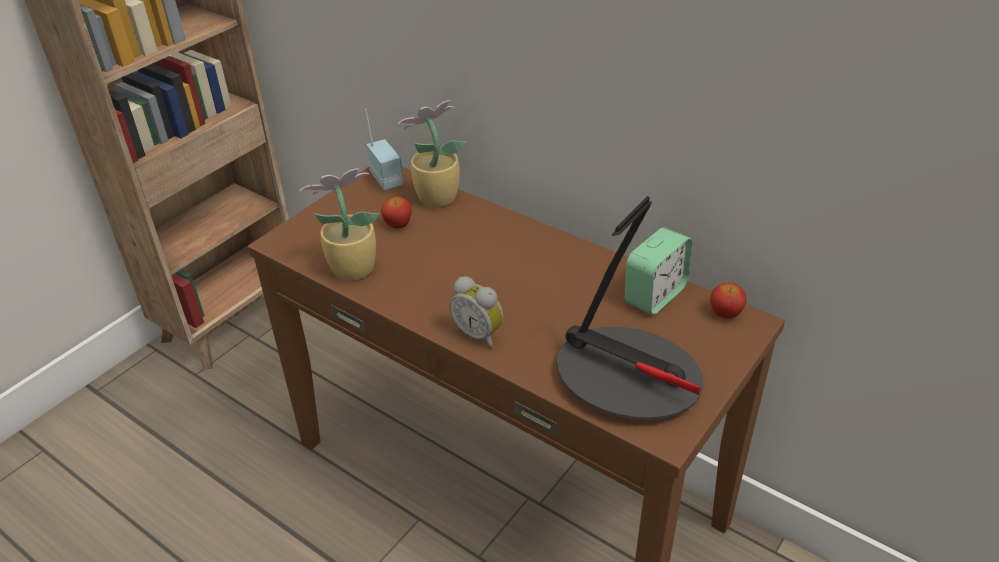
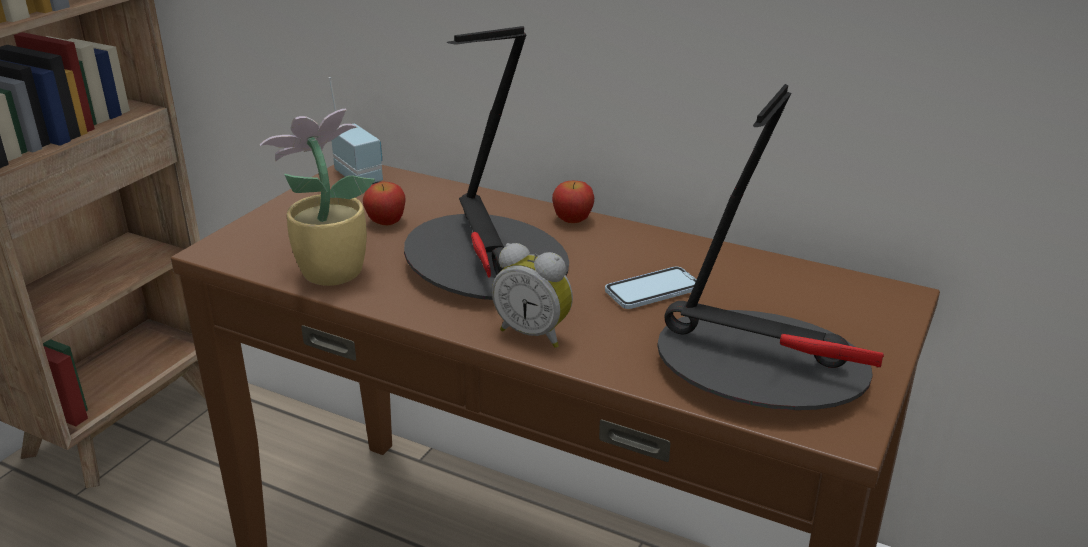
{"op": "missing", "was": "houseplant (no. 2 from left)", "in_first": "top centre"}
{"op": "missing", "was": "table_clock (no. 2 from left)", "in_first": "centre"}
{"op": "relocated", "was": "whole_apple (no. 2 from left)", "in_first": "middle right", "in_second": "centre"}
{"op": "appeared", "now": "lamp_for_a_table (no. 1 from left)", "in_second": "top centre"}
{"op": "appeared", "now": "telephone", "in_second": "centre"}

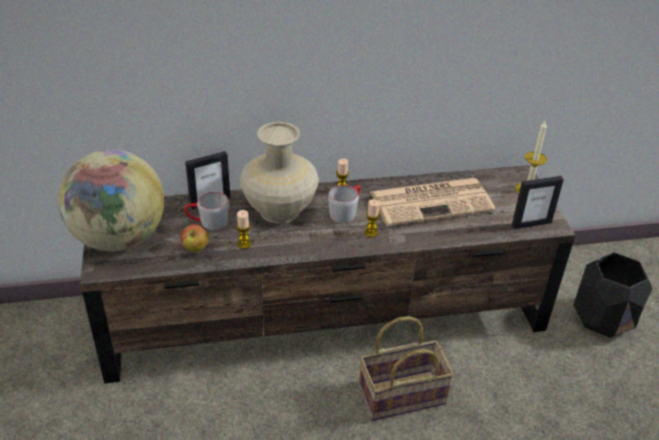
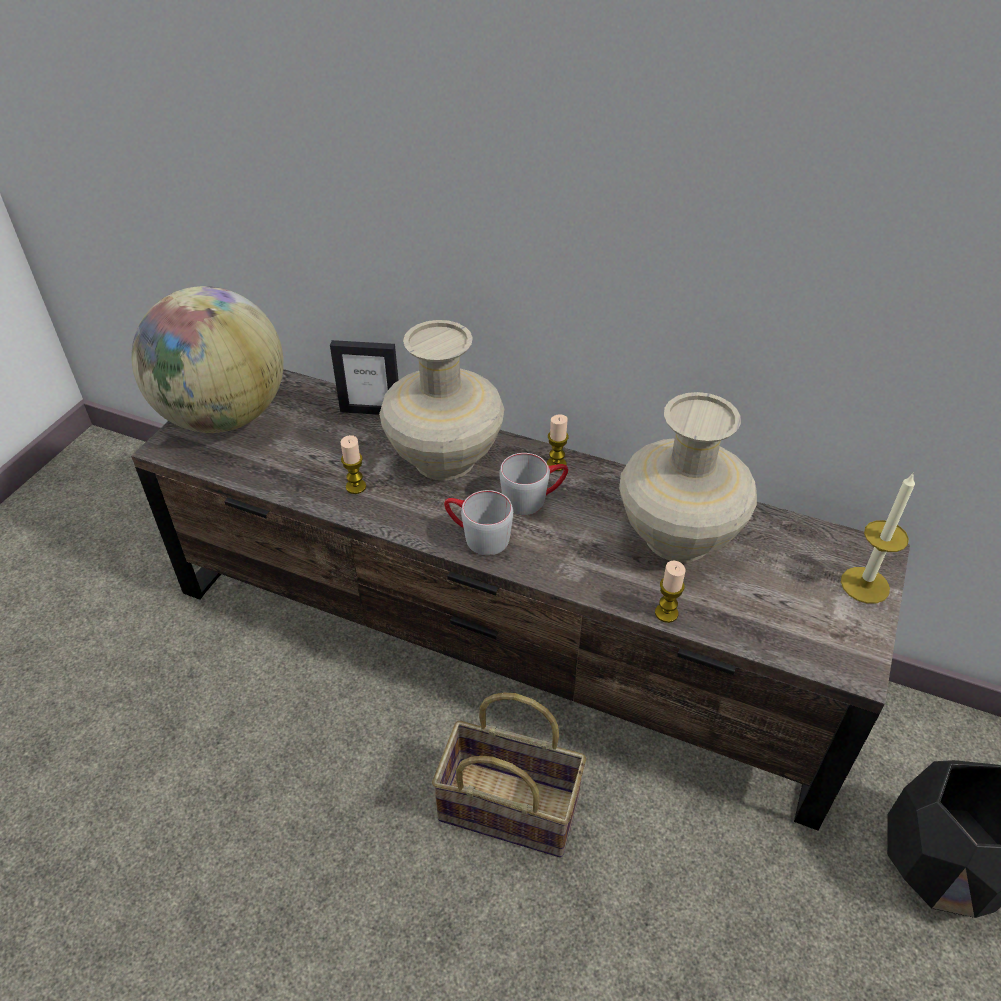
{"op": "missing", "was": "whole_apple", "in_first": "middle left"}
{"op": "relocated", "was": "gray_tea_mug (no. 1 from left)", "in_first": "middle left", "in_second": "centre"}
{"op": "relocated", "was": "candle (no. 3 from left)", "in_first": "centre", "in_second": "middle right"}
{"op": "exchanged", "was": "daily_paper", "now": "beige-coloured_vase (no. 2 from left)", "in_first": "centre", "in_second": "middle right"}
{"op": "missing", "was": "photo_frame (no. 2 from left)", "in_first": "middle right"}

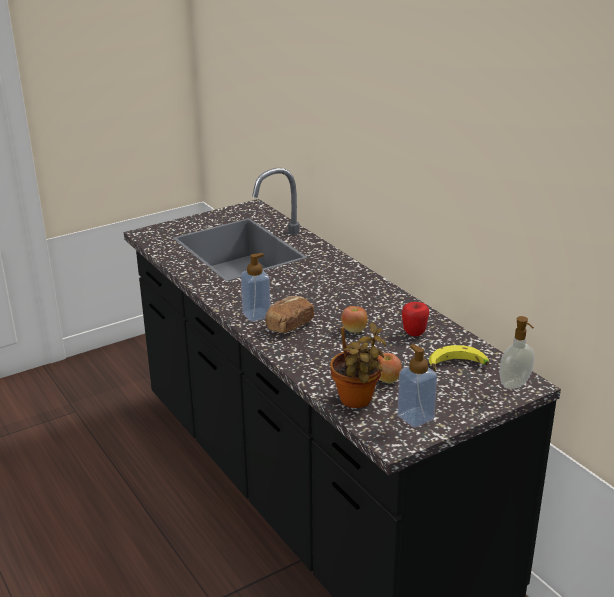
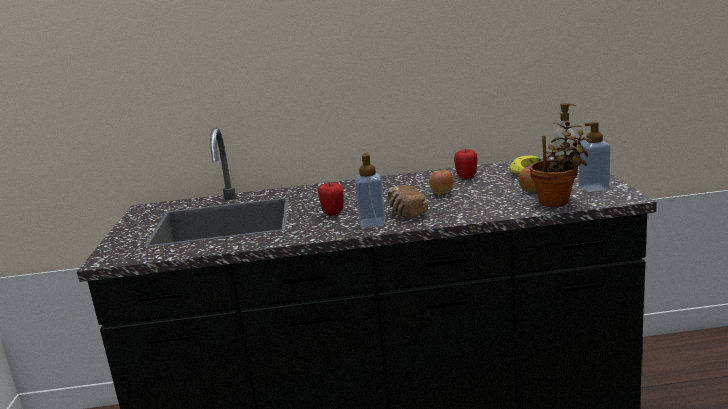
{"op": "appeared", "now": "whole_apple (no. 1 from left)", "in_second": "centre"}

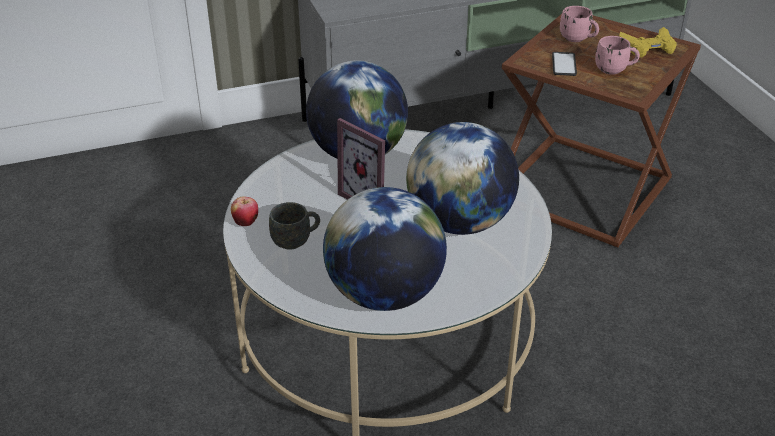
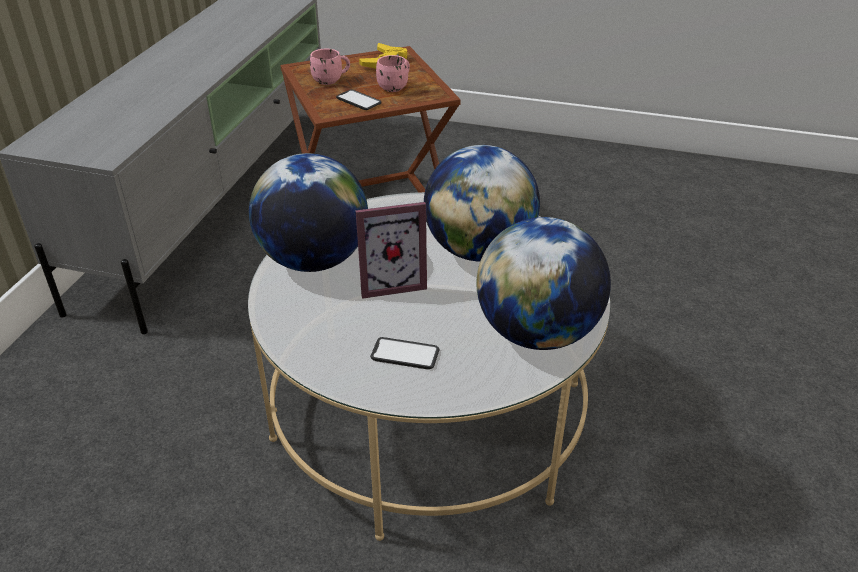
{"op": "missing", "was": "whole_apple", "in_first": "middle left"}
{"op": "exchanged", "was": "gray_tea_mug", "now": "telephone (no. 2 from left)", "in_first": "centre", "in_second": "centre"}

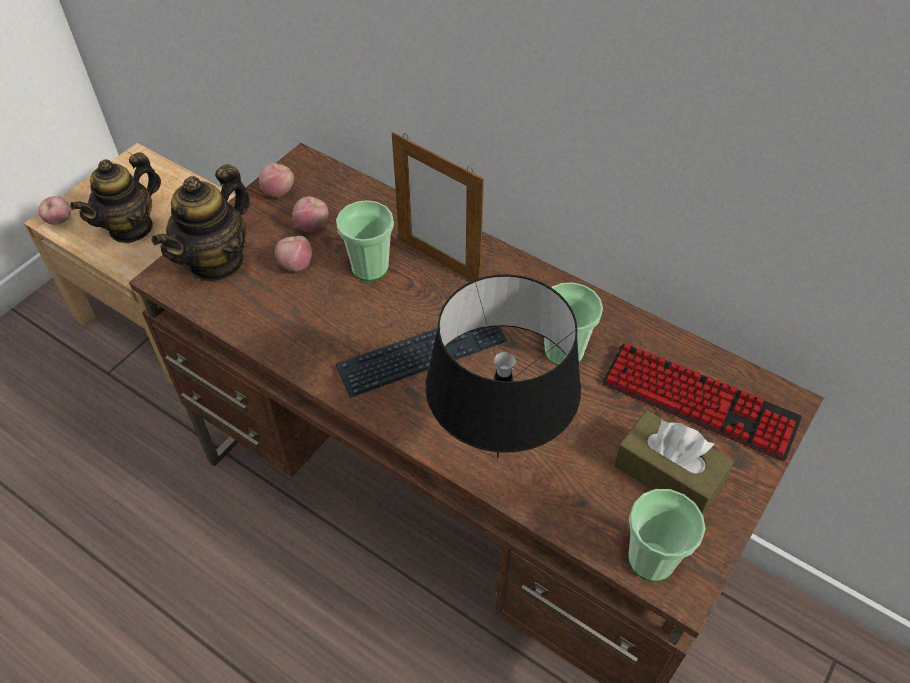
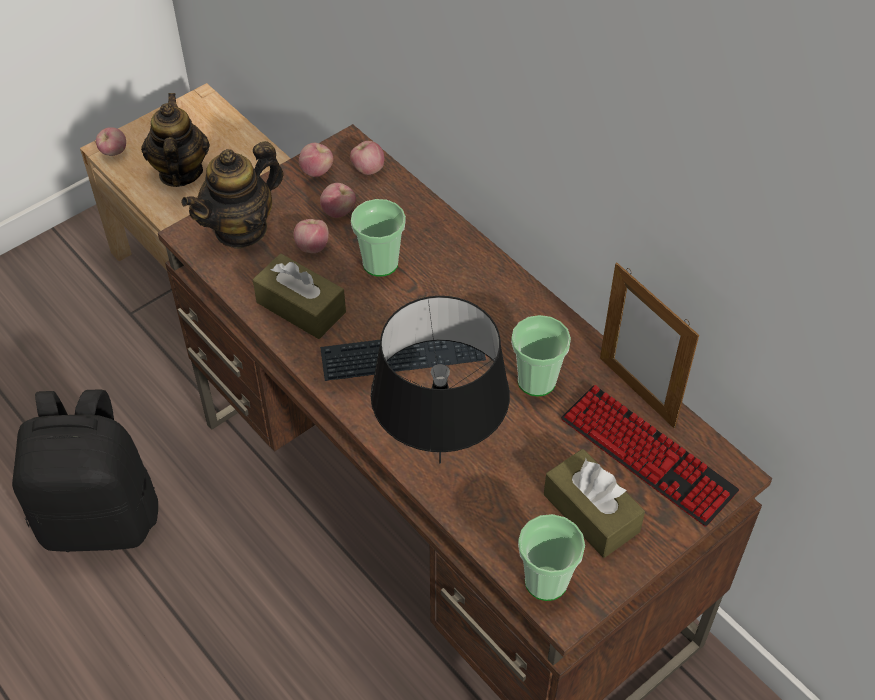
{"op": "spun", "was": "teapot (no. 1 from left)", "in_first": "top left", "in_second": "top left", "clockwise": 120}
{"op": "relocated", "was": "photo_frame", "in_first": "top centre", "in_second": "middle right"}
{"op": "appeared", "now": "blackish_rucksack", "in_second": "bottom left"}
{"op": "appeared", "now": "brown_box_of_tissues (no. 1 from left)", "in_second": "centre"}
{"op": "appeared", "now": "whole_apple (no. 5 from left)", "in_second": "top centre"}

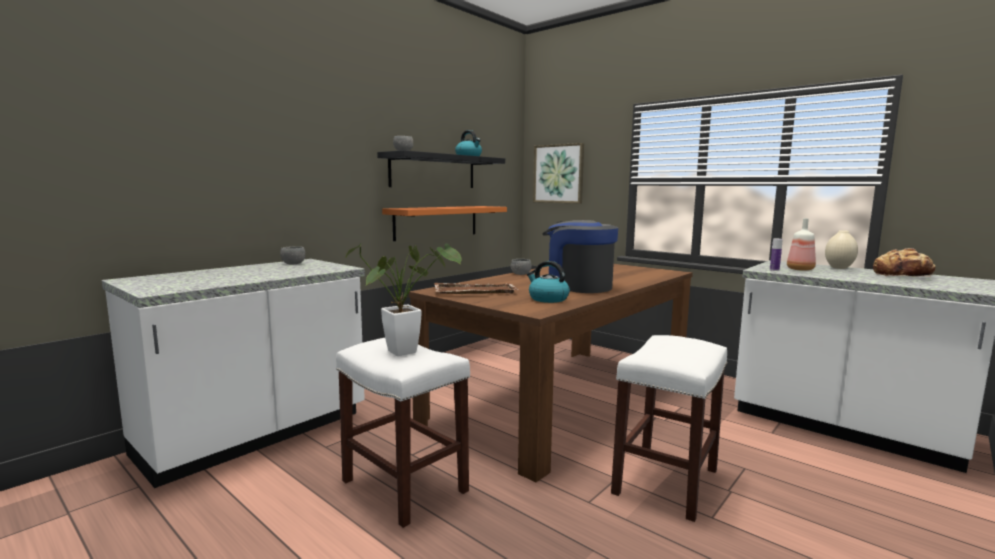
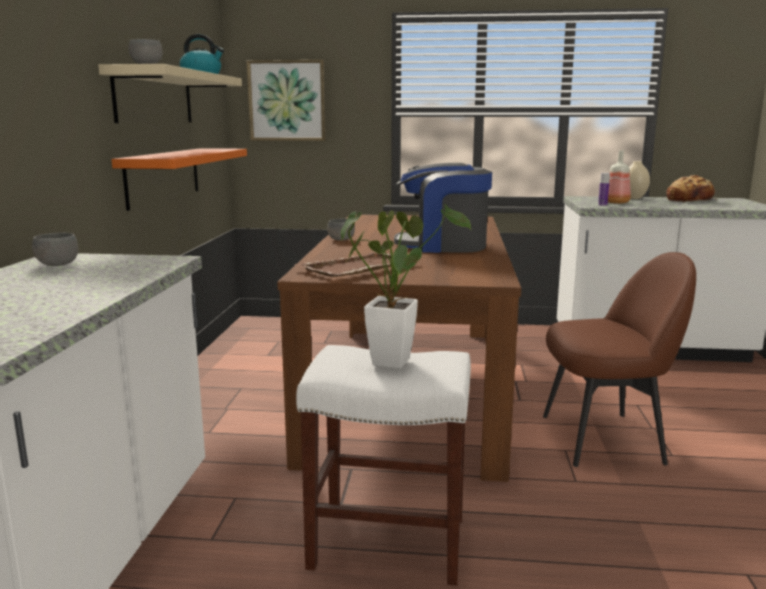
{"op": "colour", "was": "blackish_wall_shelf", "now": "beige-coloured_wall_shelf", "in_first": "top centre", "in_second": "top left"}
{"op": "missing", "was": "water_kettle (no. 2 from left)", "in_first": "centre"}
{"op": "exchanged", "was": "whitish_stool_seat (no. 2 from left)", "now": "brown_upright_chair", "in_first": "bottom right", "in_second": "middle right"}

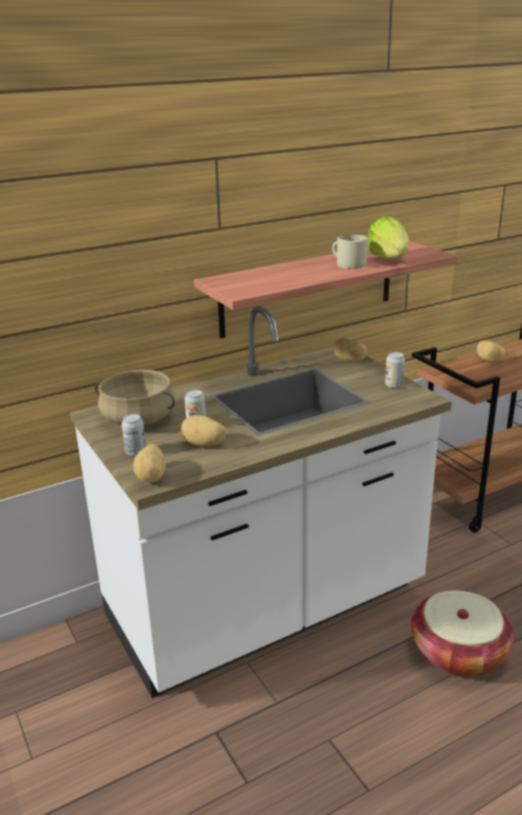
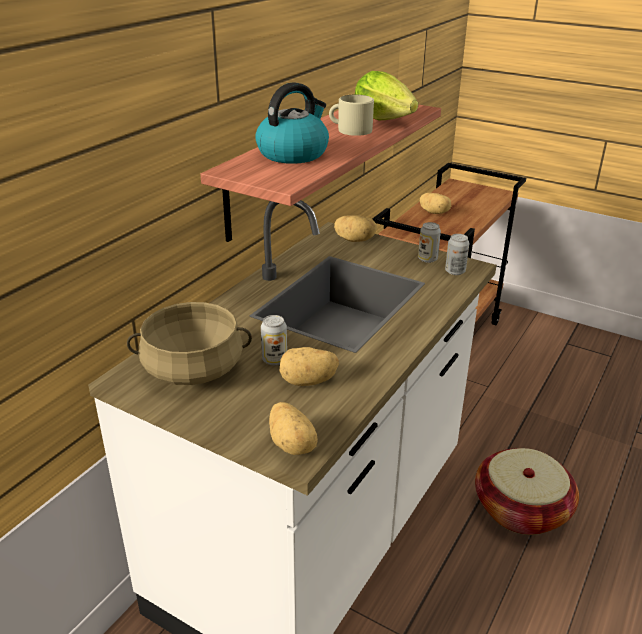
{"op": "relocated", "was": "can (no. 1 from left in the first image)", "now": "can (no. 3 from left)", "in_first": "middle left", "in_second": "middle right"}
{"op": "appeared", "now": "water_kettle", "in_second": "top centre"}

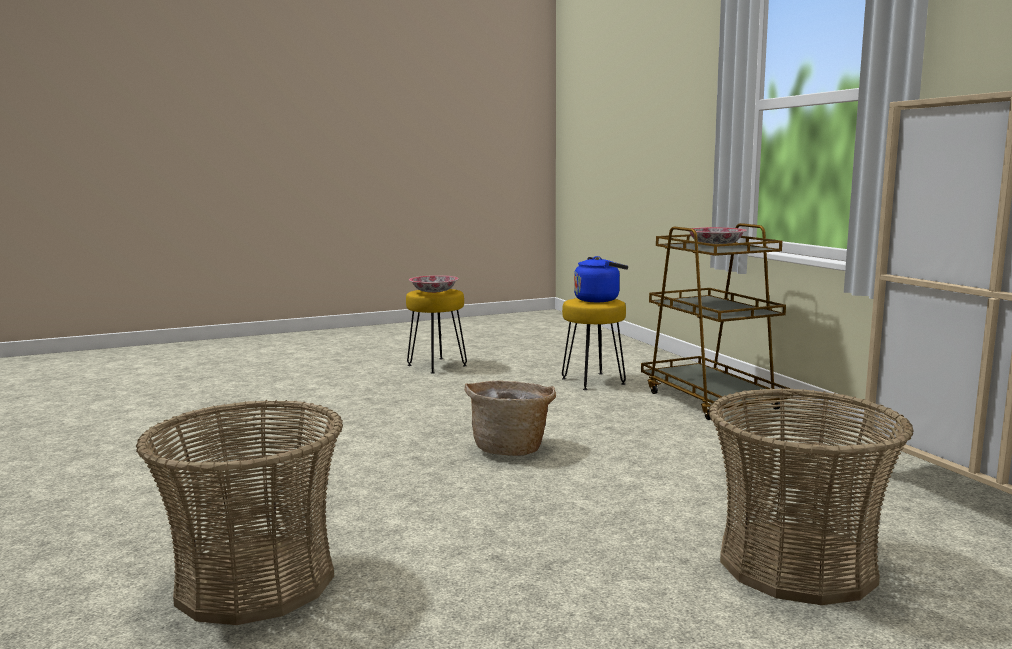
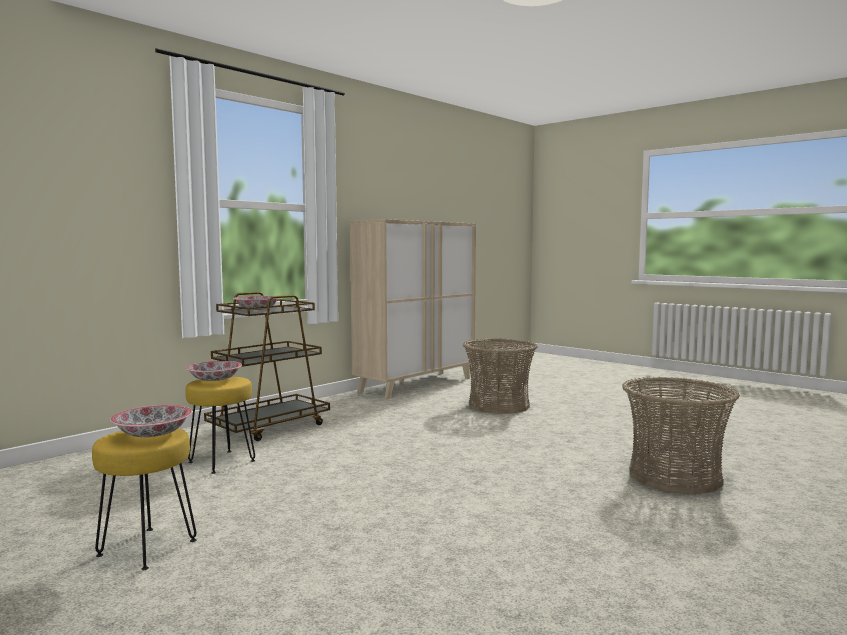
{"op": "missing", "was": "household_basket (no. 2 from left)", "in_first": "centre"}
{"op": "exchanged", "was": "bluish_water_kettle", "now": "bowl (no. 2 from left)", "in_first": "centre", "in_second": "middle left"}

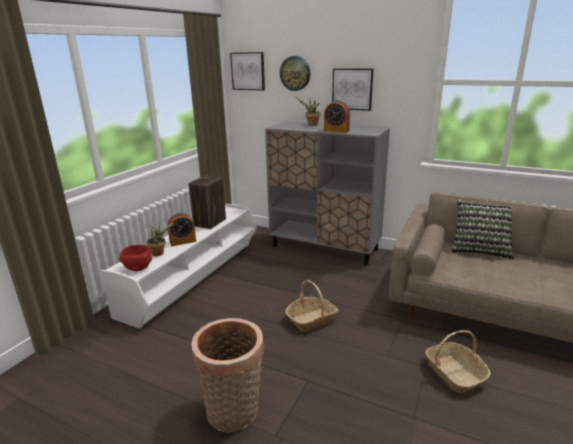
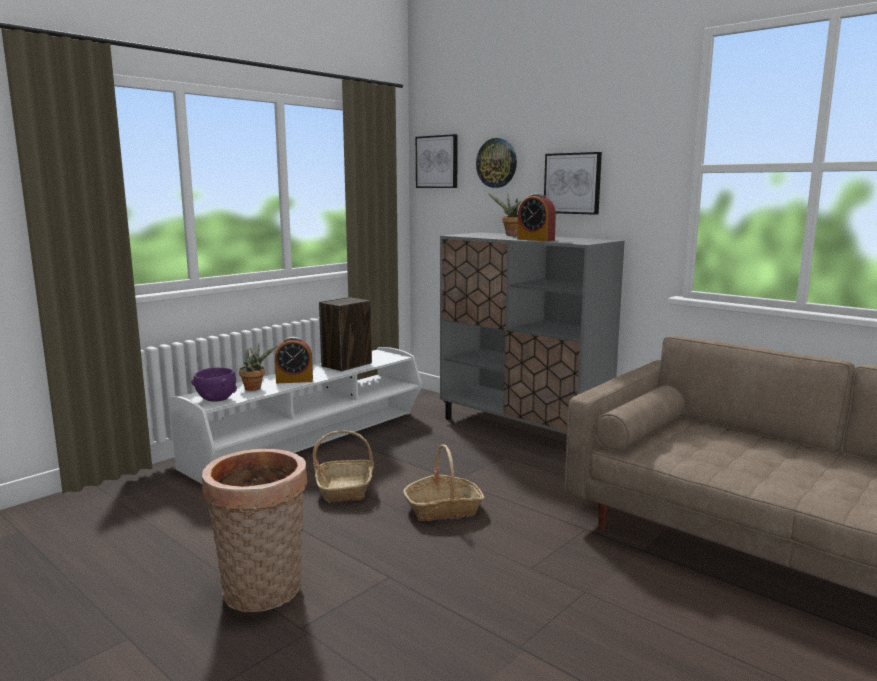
{"op": "colour", "was": "red_bowl", "now": "purple-coloured_bowl", "in_first": "middle left", "in_second": "middle left"}
{"op": "relocated", "was": "household_basket (no. 3 from left in the first image)", "now": "household_basket (no. 2 from left)", "in_first": "bottom right", "in_second": "bottom centre"}
{"op": "missing", "was": "cushion", "in_first": "middle right"}

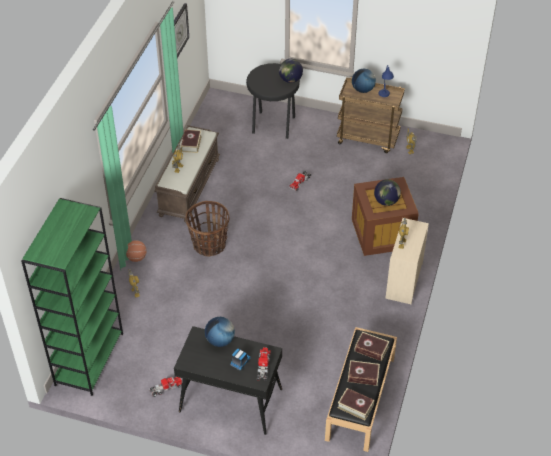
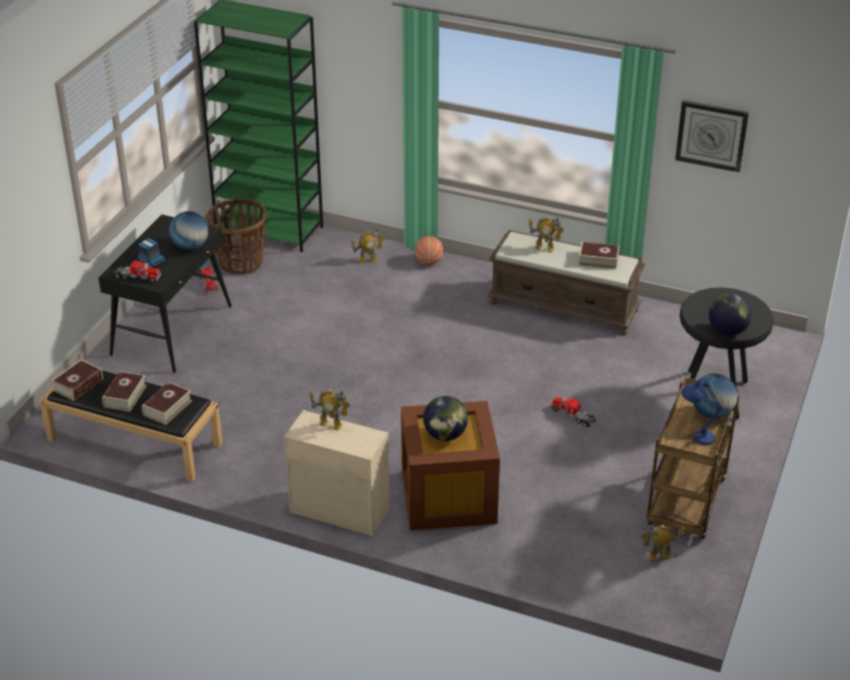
{"op": "relocated", "was": "household_basket", "in_first": "centre", "in_second": "middle left"}

